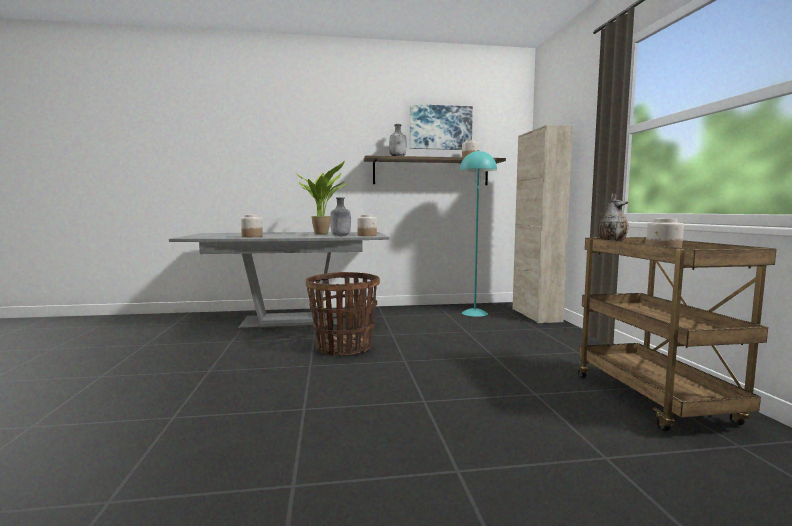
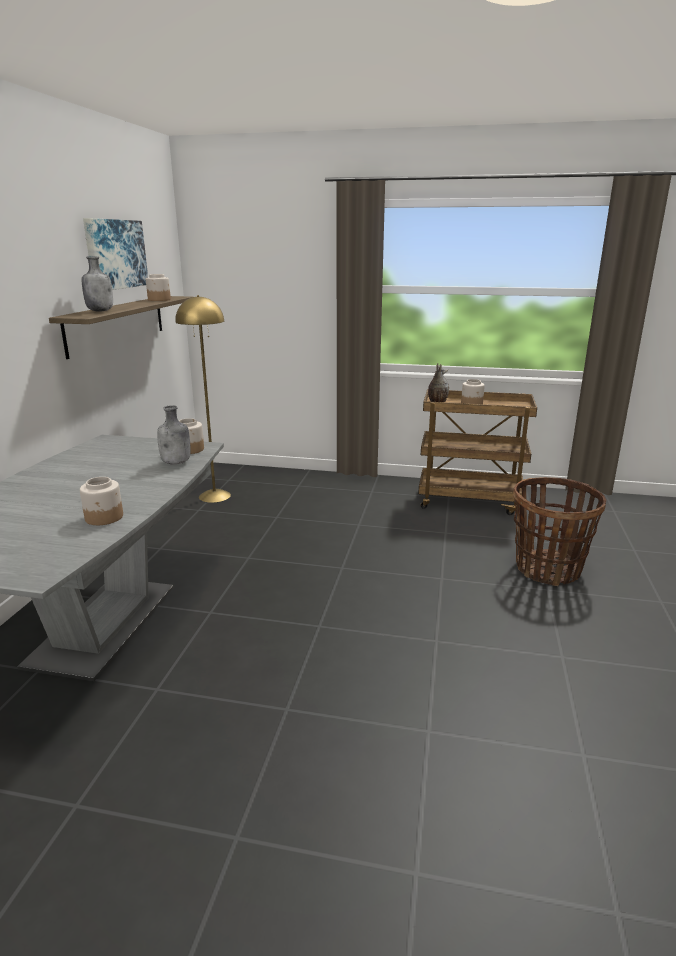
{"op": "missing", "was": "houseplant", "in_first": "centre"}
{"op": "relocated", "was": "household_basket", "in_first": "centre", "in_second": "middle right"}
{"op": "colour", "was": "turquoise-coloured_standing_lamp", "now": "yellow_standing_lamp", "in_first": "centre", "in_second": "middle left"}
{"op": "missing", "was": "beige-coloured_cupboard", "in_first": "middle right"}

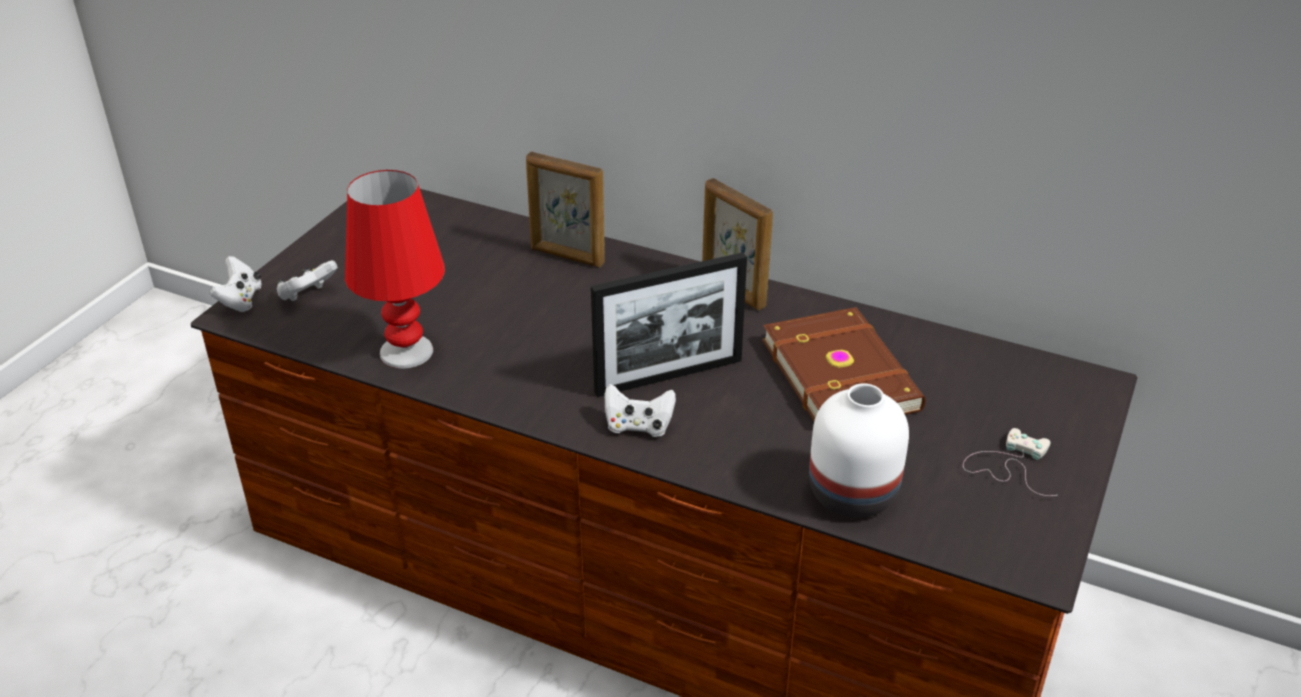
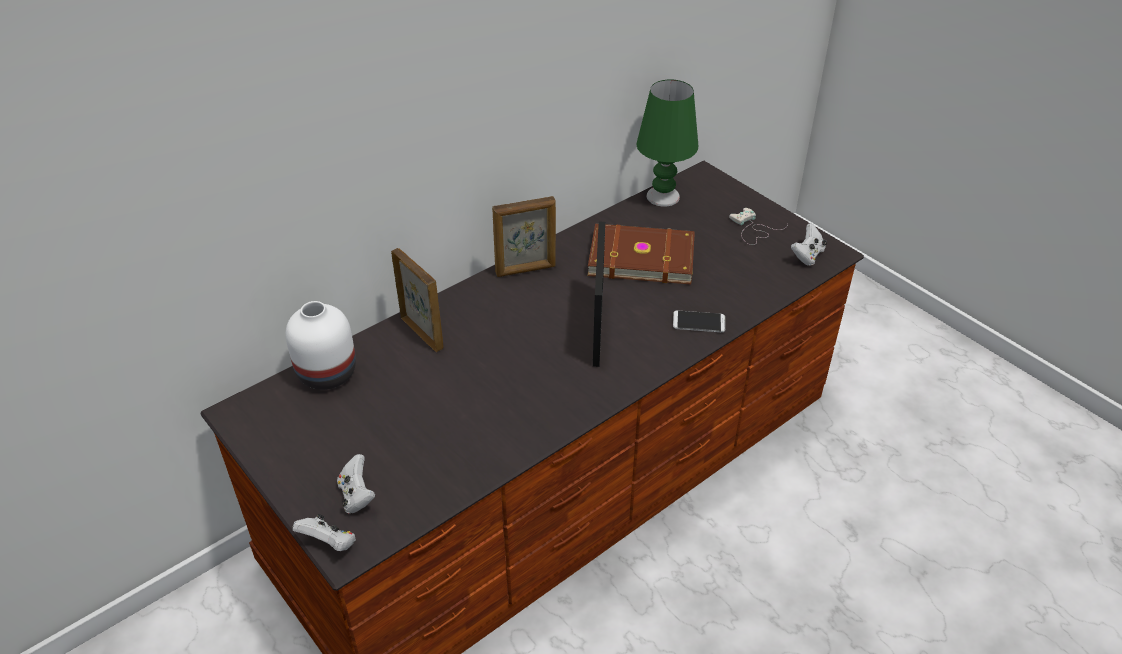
{"op": "missing", "was": "red_lamp_for_a_table", "in_first": "middle left"}
{"op": "spun", "was": "photo_frame (no. 1 from left)", "in_first": "top centre", "in_second": "centre", "clockwise": -90}
{"op": "relocated", "was": "whitish_game_controller (no. 3 from left in the first image)", "now": "whitish_game_controller (no. 4 from left)", "in_first": "centre", "in_second": "middle right"}
{"op": "relocated", "was": "whitish_vase", "in_first": "centre", "in_second": "middle left"}
{"op": "appeared", "now": "green-coloured_lamp_for_a_table", "in_second": "top centre"}
{"op": "appeared", "now": "telephone", "in_second": "centre"}

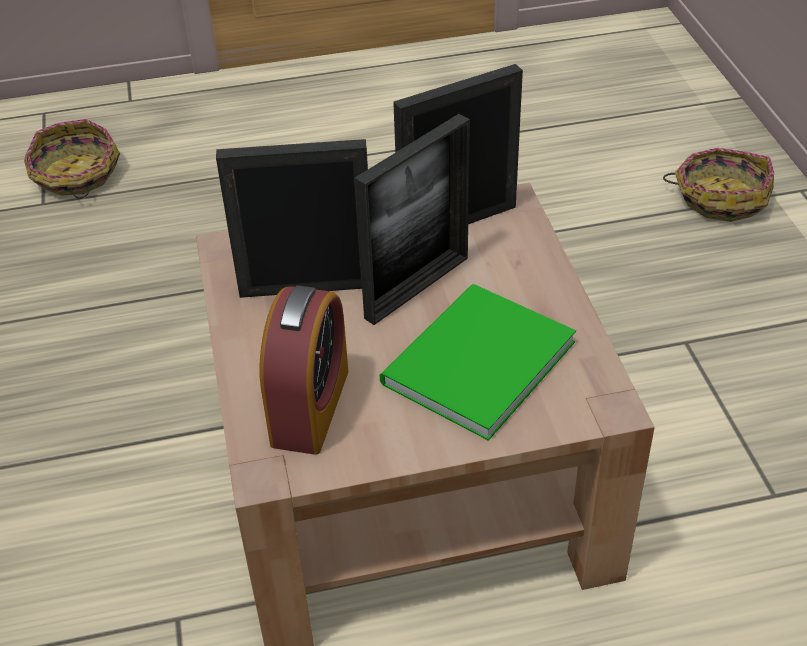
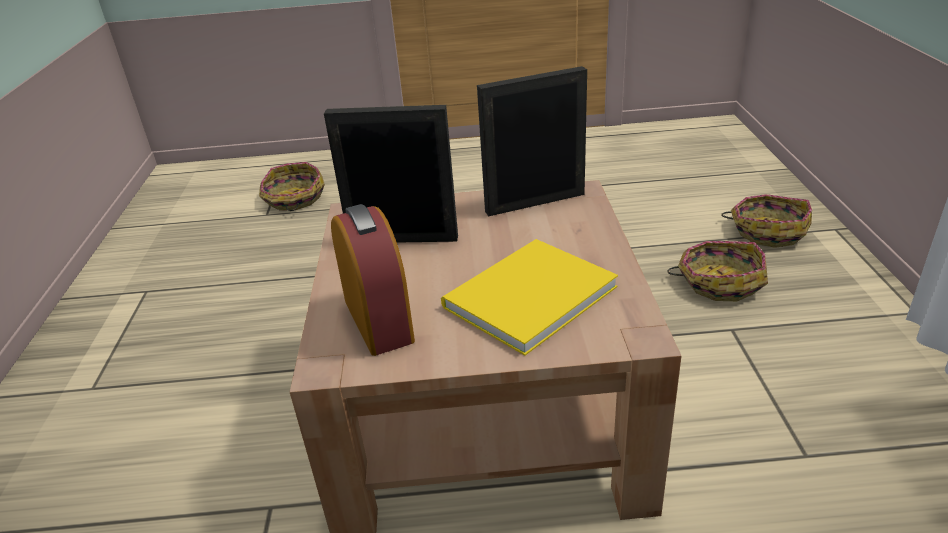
{"op": "spun", "was": "table_clock", "in_first": "centre", "in_second": "centre", "clockwise": -45}
{"op": "missing", "was": "photo_frame (no. 2 from left)", "in_first": "centre"}
{"op": "colour", "was": "green-coloured_bound_book", "now": "yellow_bound_book", "in_first": "centre", "in_second": "centre"}
{"op": "appeared", "now": "household_basket (no. 2 from left)", "in_second": "middle right"}

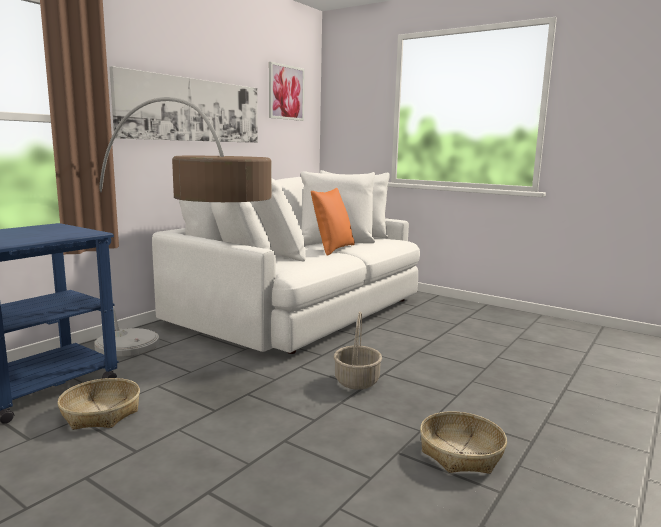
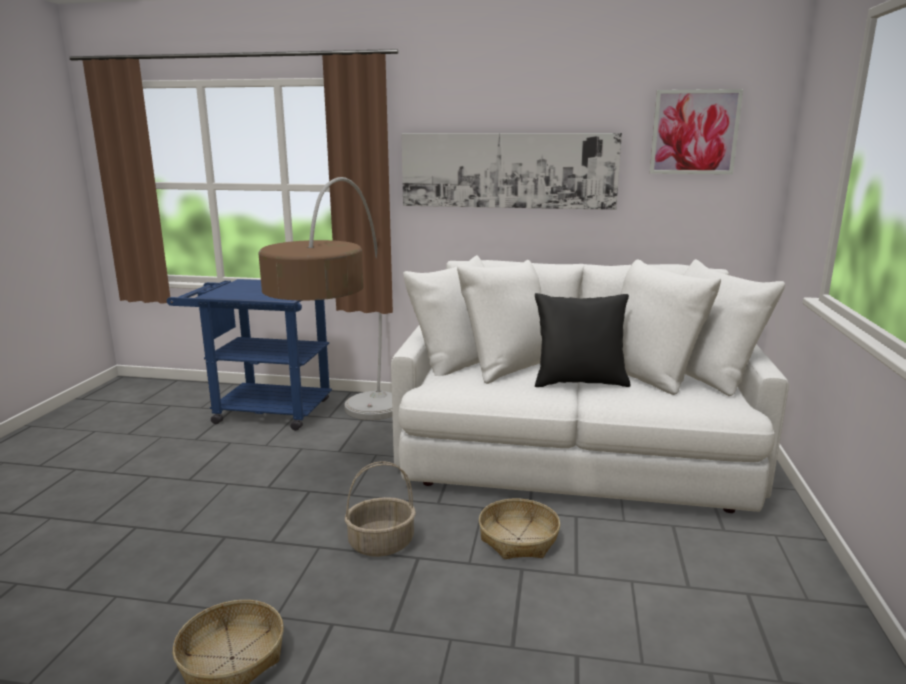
{"op": "relocated", "was": "household_basket (no. 1 from left in the first image)", "now": "household_basket (no. 3 from left)", "in_first": "bottom left", "in_second": "bottom centre"}
{"op": "colour", "was": "orangey_cushion", "now": "blackish_cushion", "in_first": "centre", "in_second": "centre"}

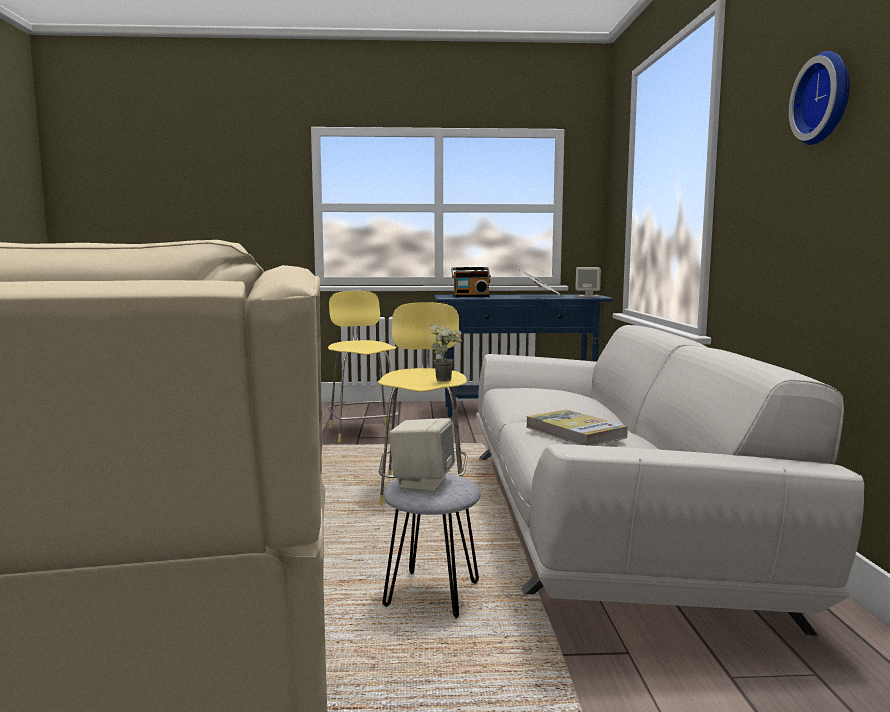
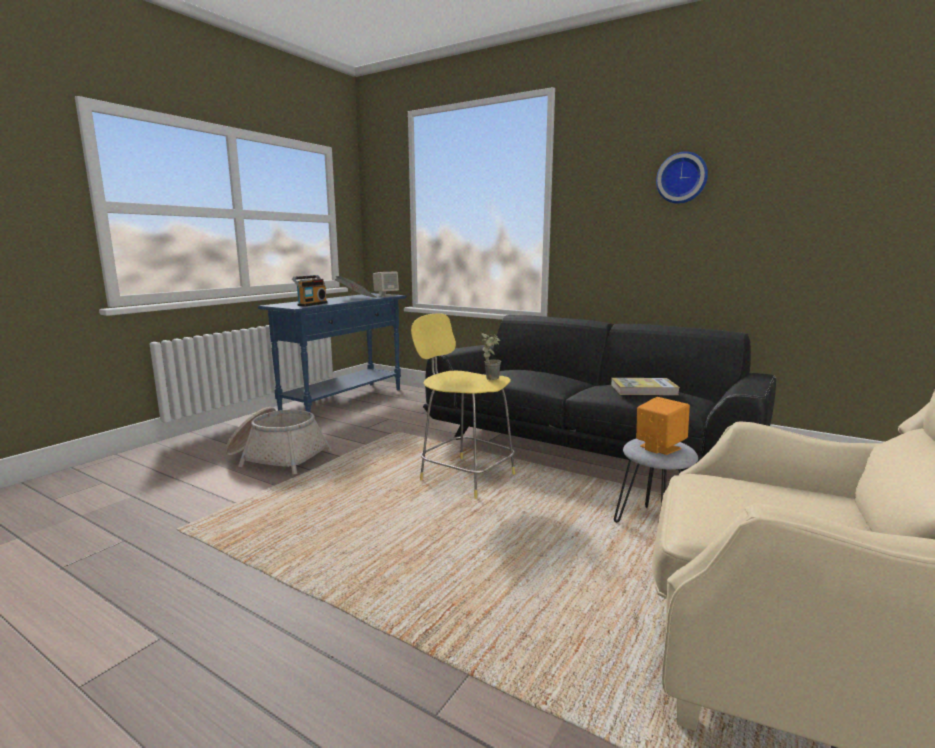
{"op": "exchanged", "was": "yellow_stool_seat (no. 1 from left)", "now": "household_basket", "in_first": "centre", "in_second": "middle left"}
{"op": "colour", "was": "beige-coloured_loudspeaker (no. 1 from left)", "now": "orangey_loudspeaker", "in_first": "centre", "in_second": "middle right"}
{"op": "colour", "was": "whitish_settee", "now": "blackish_settee", "in_first": "bottom right", "in_second": "centre"}

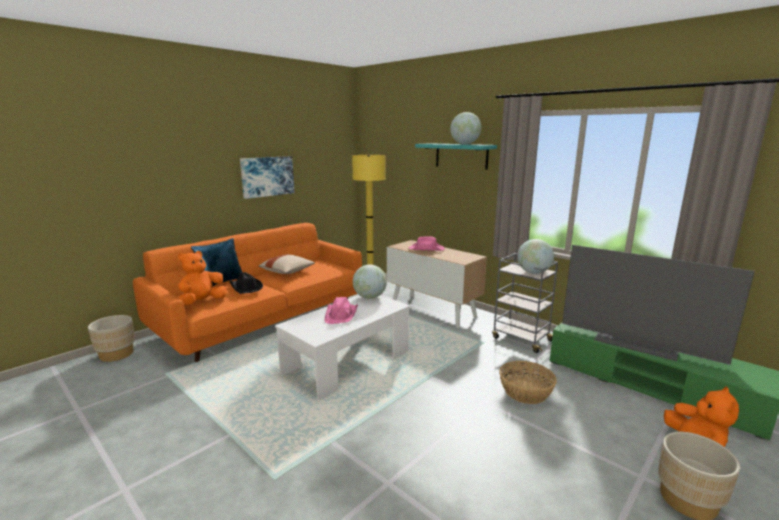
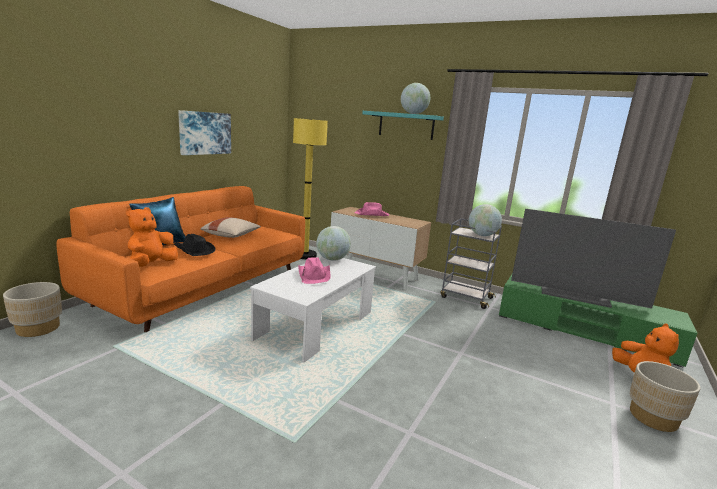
{"op": "missing", "was": "household_basket", "in_first": "bottom right"}

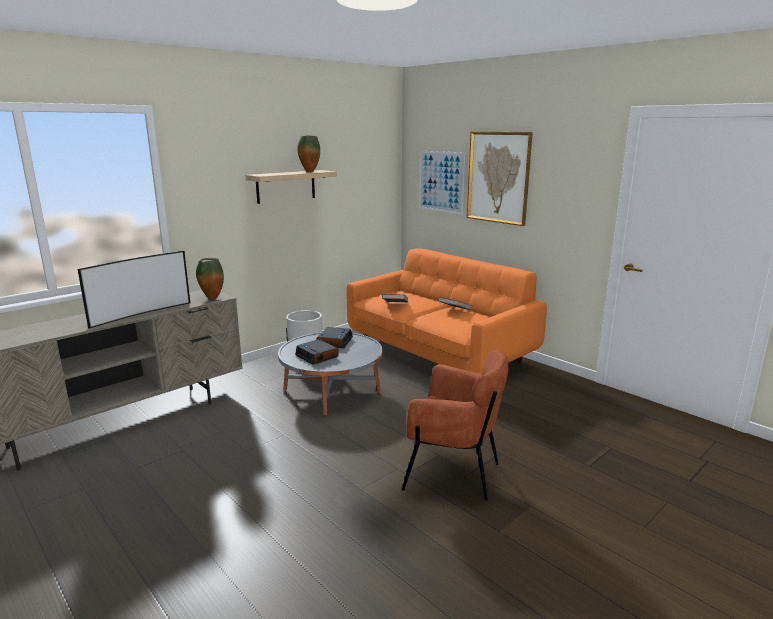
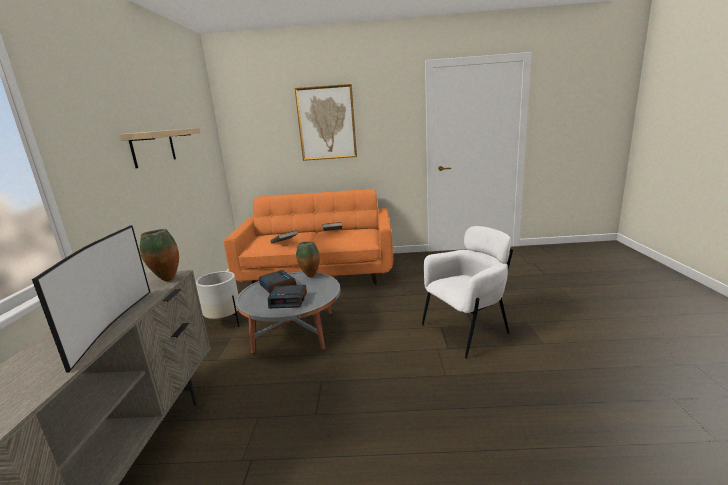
{"op": "relocated", "was": "vase (no. 2 from left)", "in_first": "top centre", "in_second": "centre"}
{"op": "colour", "was": "brown_lounge_chair", "now": "whitish_lounge_chair", "in_first": "bottom centre", "in_second": "centre"}
{"op": "missing", "was": "picture (no. 1 from left)", "in_first": "top centre"}

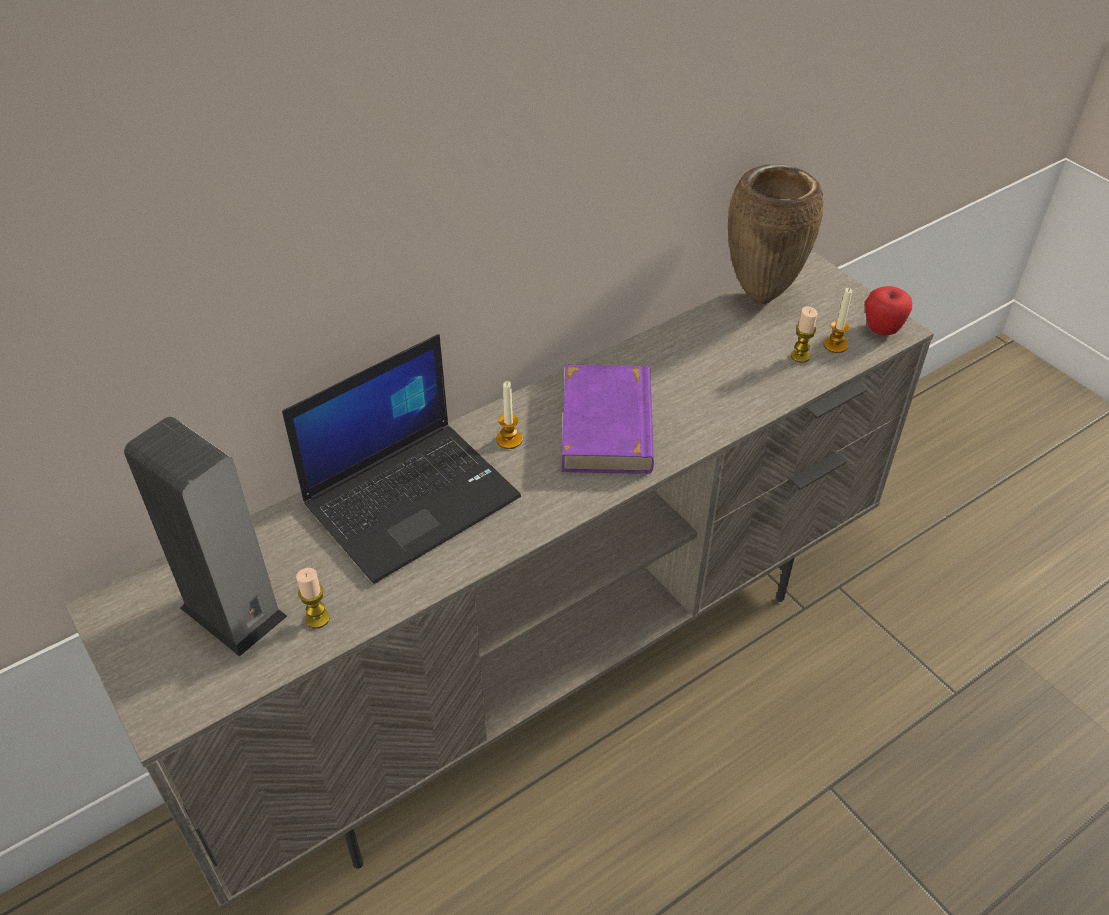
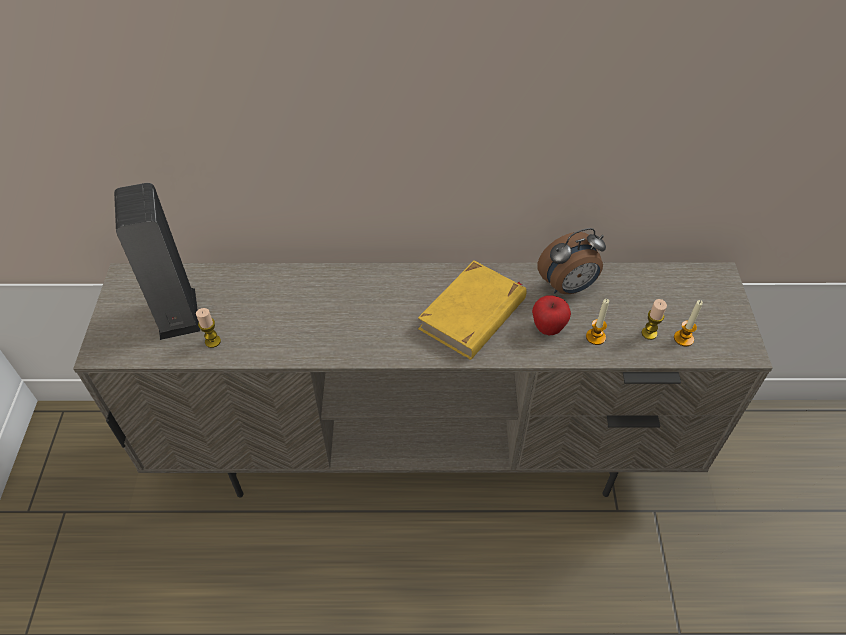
{"op": "missing", "was": "portable_computer", "in_first": "centre"}
{"op": "relocated", "was": "candle (no. 2 from left)", "in_first": "centre", "in_second": "middle right"}
{"op": "colour", "was": "purple-coloured_bound_book", "now": "yellow_bound_book", "in_first": "centre", "in_second": "centre"}
{"op": "missing", "was": "brown_vase", "in_first": "top right"}
{"op": "relocated", "was": "whole_apple", "in_first": "middle right", "in_second": "centre"}
{"op": "appeared", "now": "table_clock", "in_second": "middle right"}

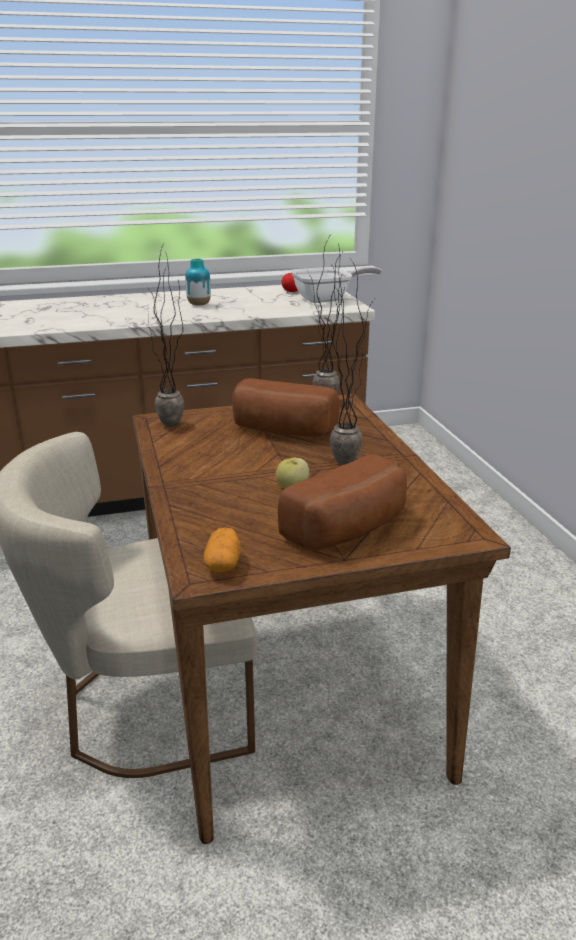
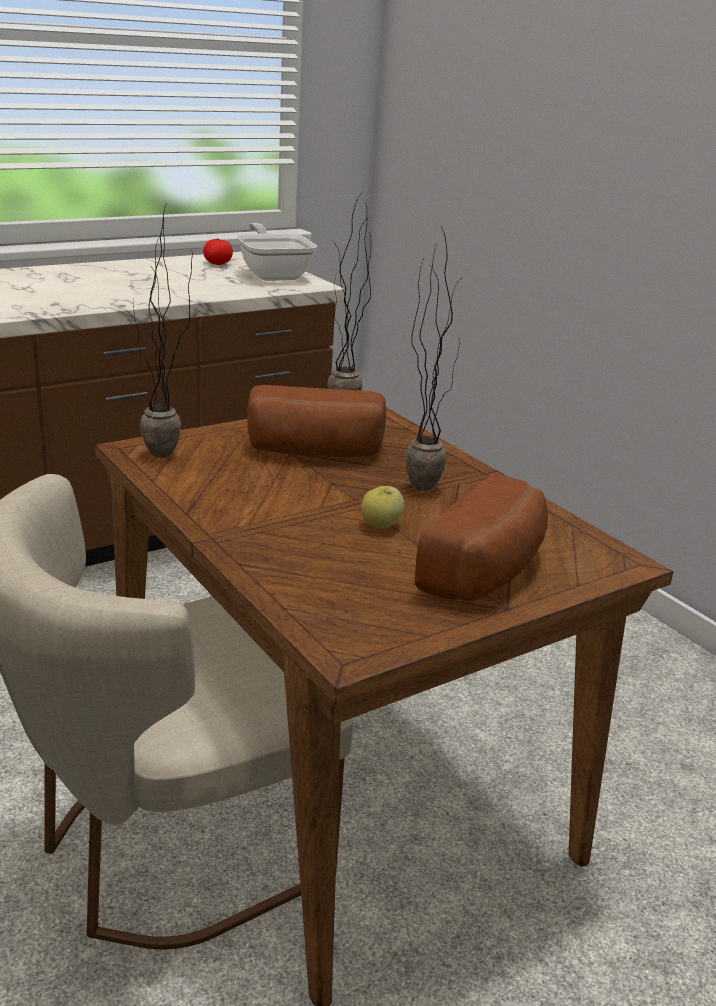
{"op": "missing", "was": "vase", "in_first": "top centre"}
{"op": "missing", "was": "whole_potato", "in_first": "centre"}
{"op": "spun", "was": "pan", "in_first": "top centre", "in_second": "top centre", "clockwise": -75}

